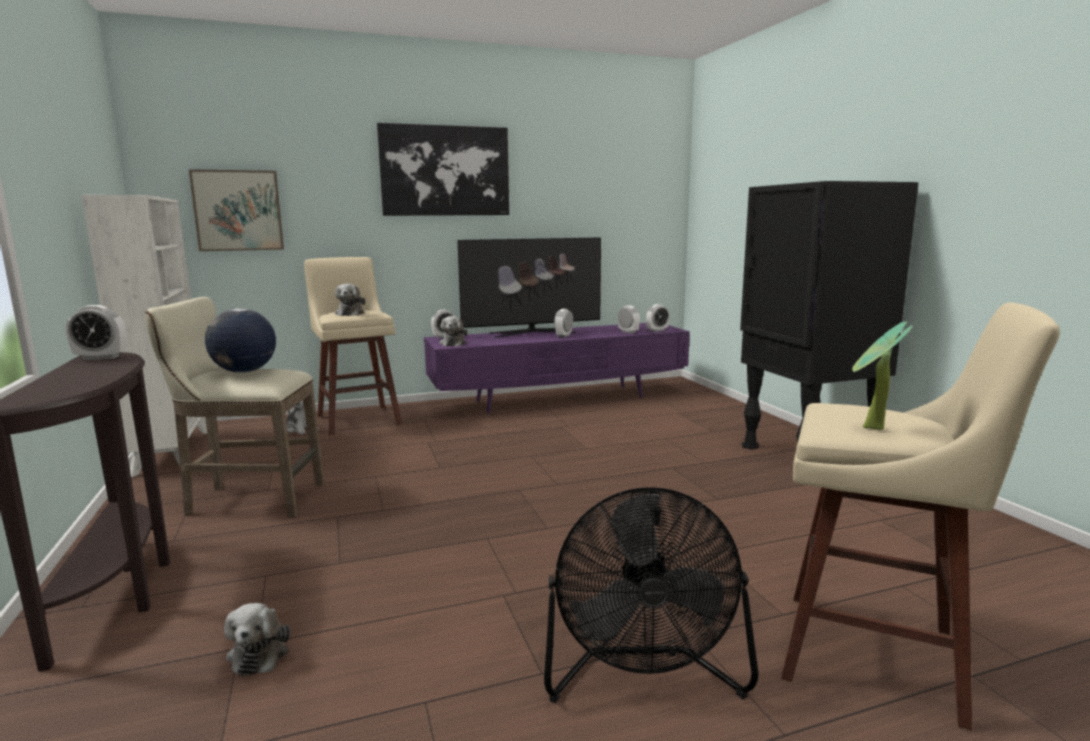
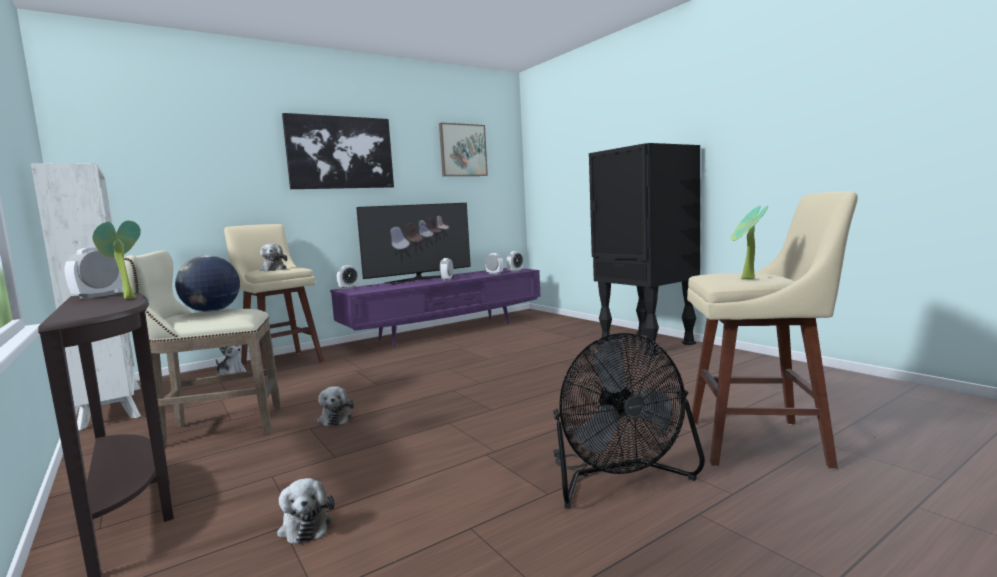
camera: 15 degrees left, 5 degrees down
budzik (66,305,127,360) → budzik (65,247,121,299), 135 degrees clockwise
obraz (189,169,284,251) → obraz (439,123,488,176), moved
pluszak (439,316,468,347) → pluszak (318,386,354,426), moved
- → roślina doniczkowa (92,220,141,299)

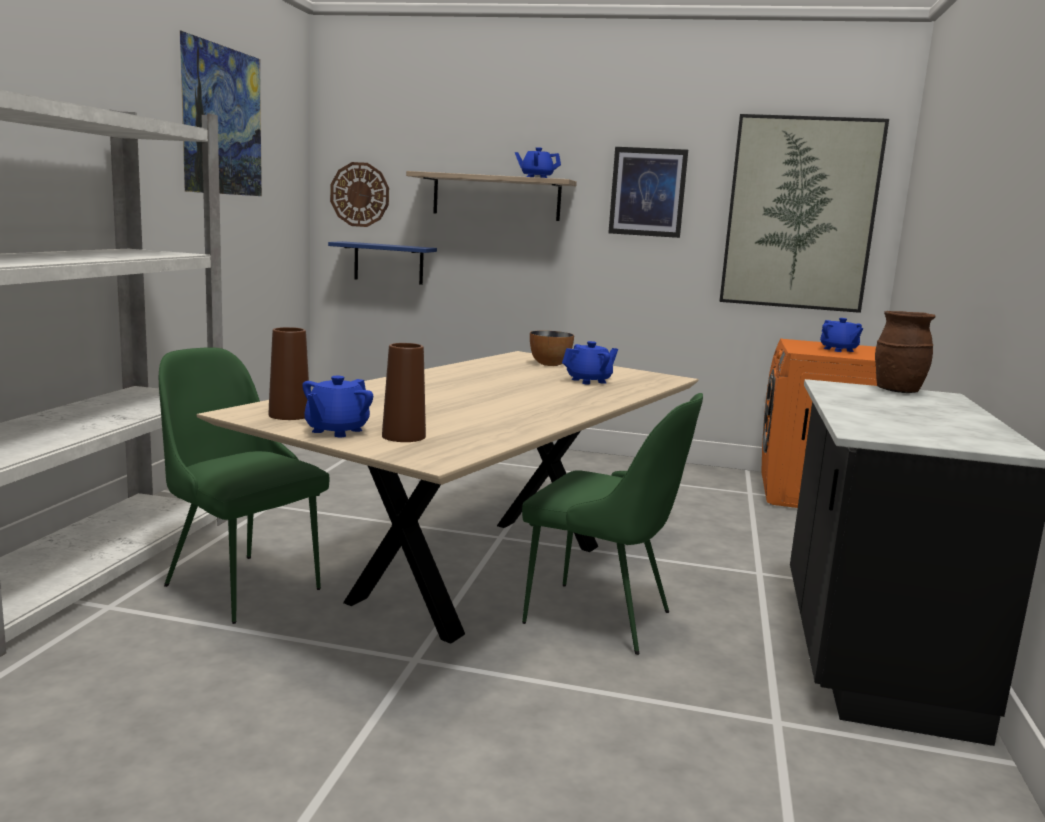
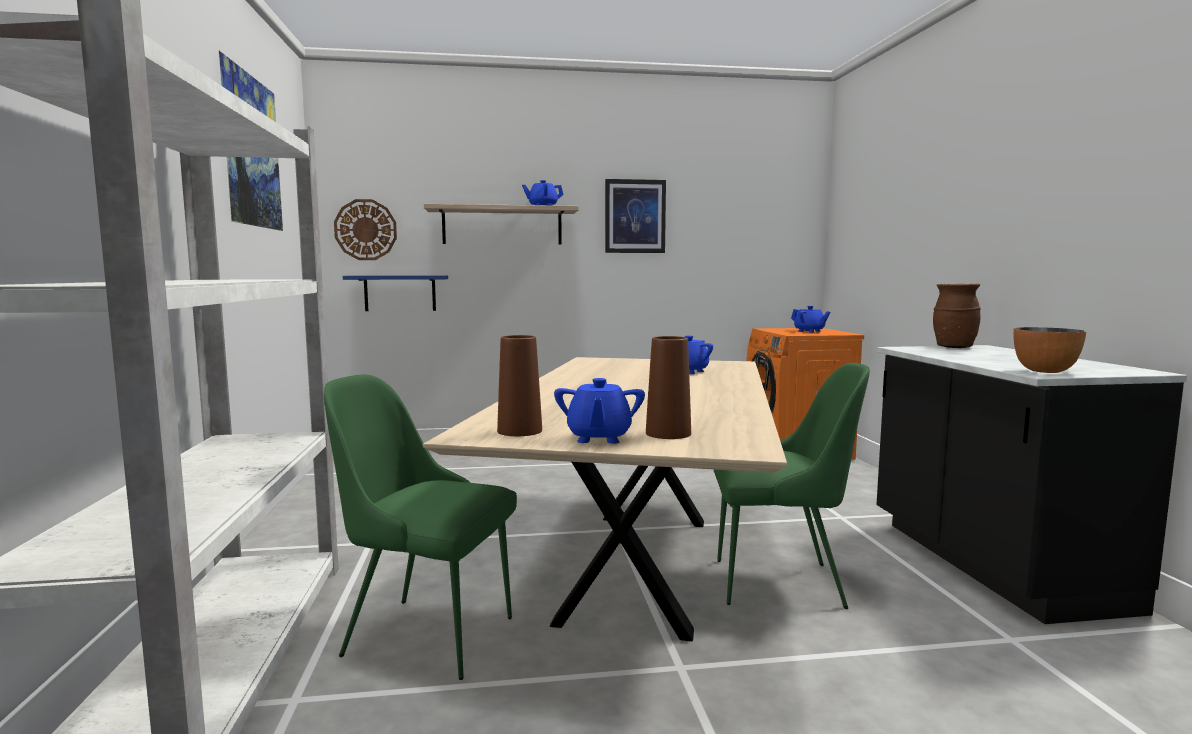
camera: 20 degrees left, 5 degrees down
miska (530,331,574,366) → miska (1014,327,1086,373), moved
obraz (719,114,889,313) → -

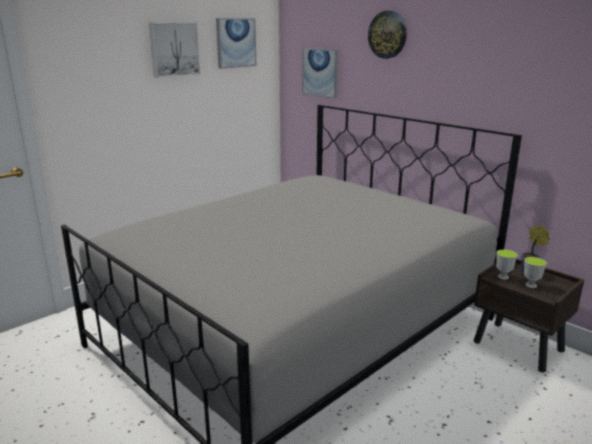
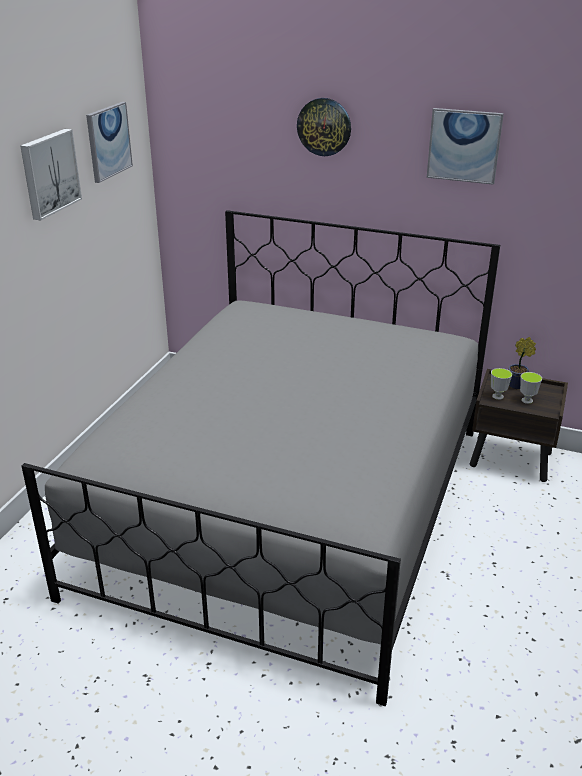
camera: 25 degrees left, 10 degrees up
obraz (302,48,339,99) → obraz (427,108,504,185), moved

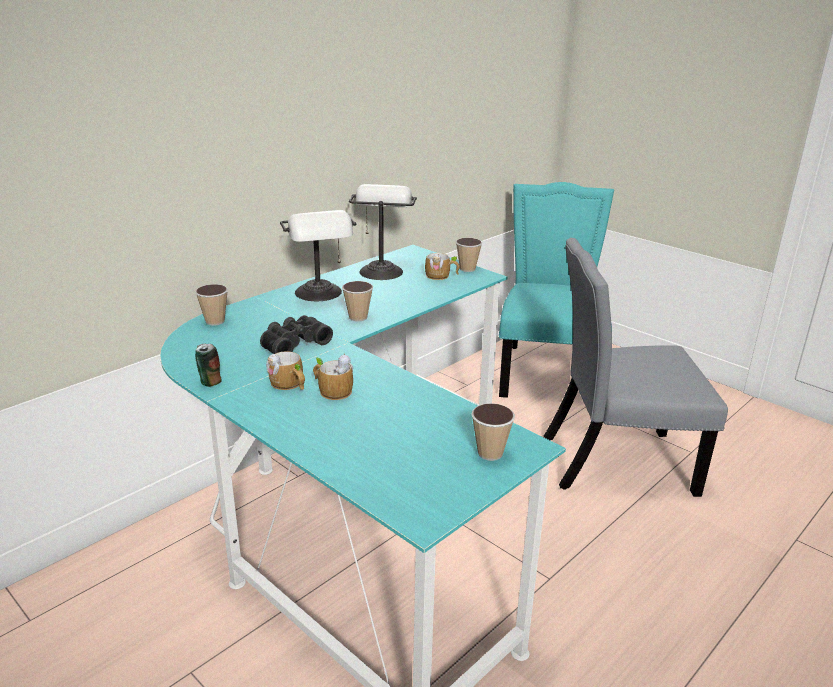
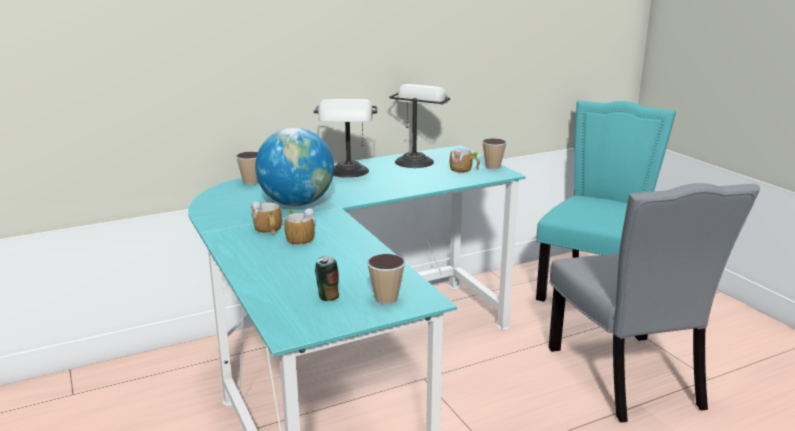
camera: 20 degrees right, 5 degrees down
puszka (195,344,222,387) → puszka (315,256,339,301), moved
lornetka/czarny (260,315,333,354) → globus (255,128,334,206)
filiżanka (342,281,373,322) → -
krzesło/szary (543,238,728,497) → krzesło/szary (549,183,760,423), 120 degrees counterclockwise

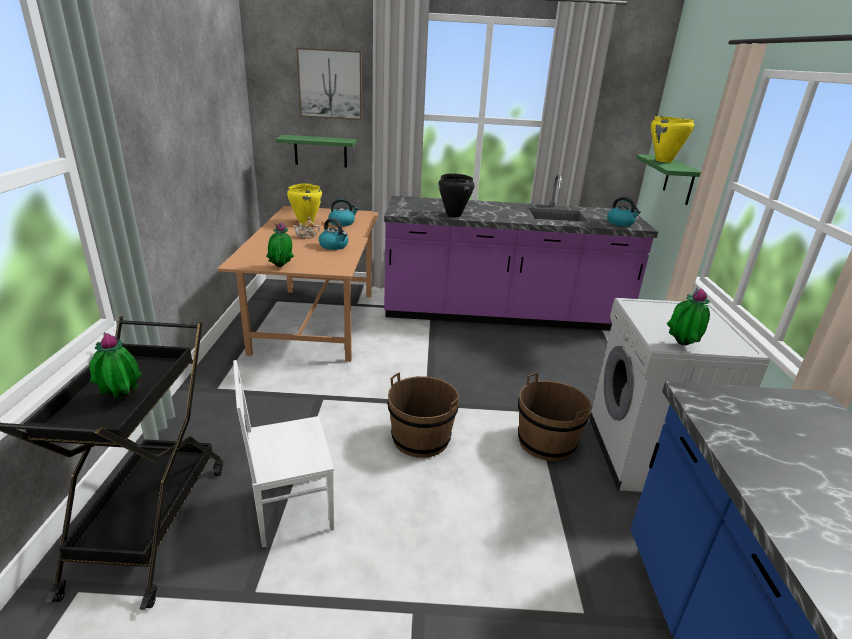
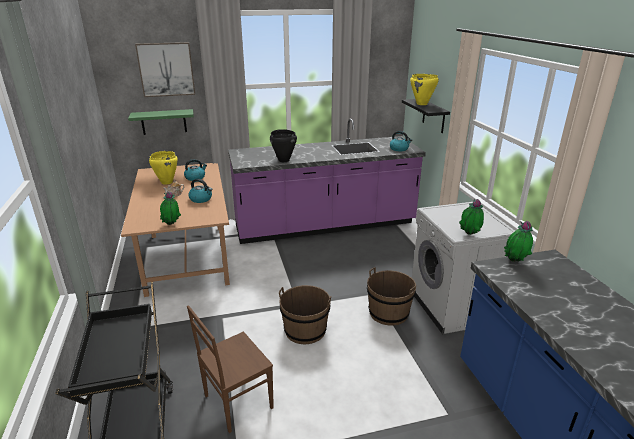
camera: 15 degrees left, 0 degrees up
roślina doniczkowa (89,332,142,398) → roślina doniczkowa (504,221,533,262), moved
krzesło/biały (233,360,334,548) → krzesło/brązowy (187,305,274,433)
półka/zielony (636,154,701,205) → półka/czarny (402,99,450,133)

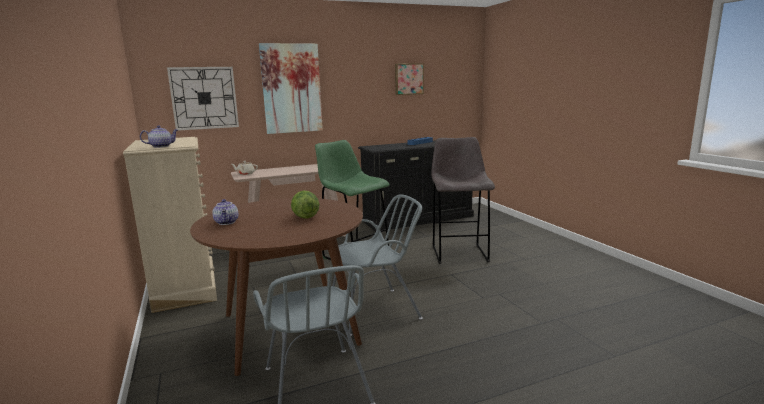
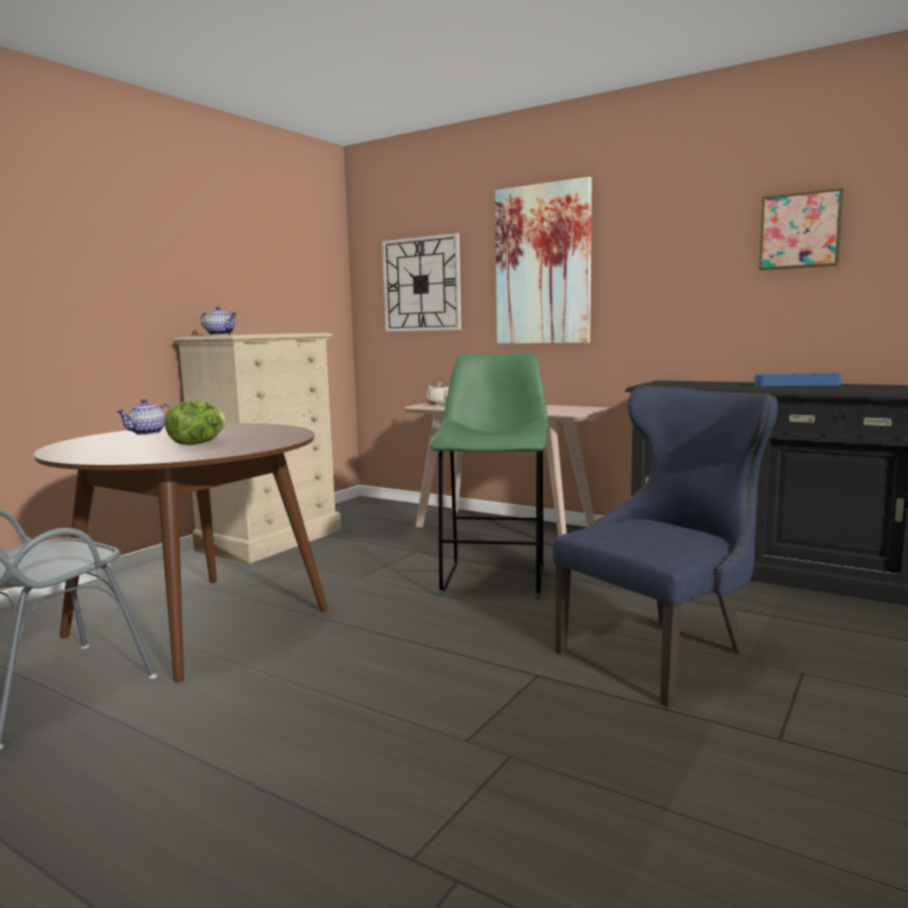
camera: 55 degrees right, 5 degrees down
krzesło/szary (332,194,423,336) → -
stołek/szary (431,137,495,264) → krzesło/niebieski (553,386,778,707)

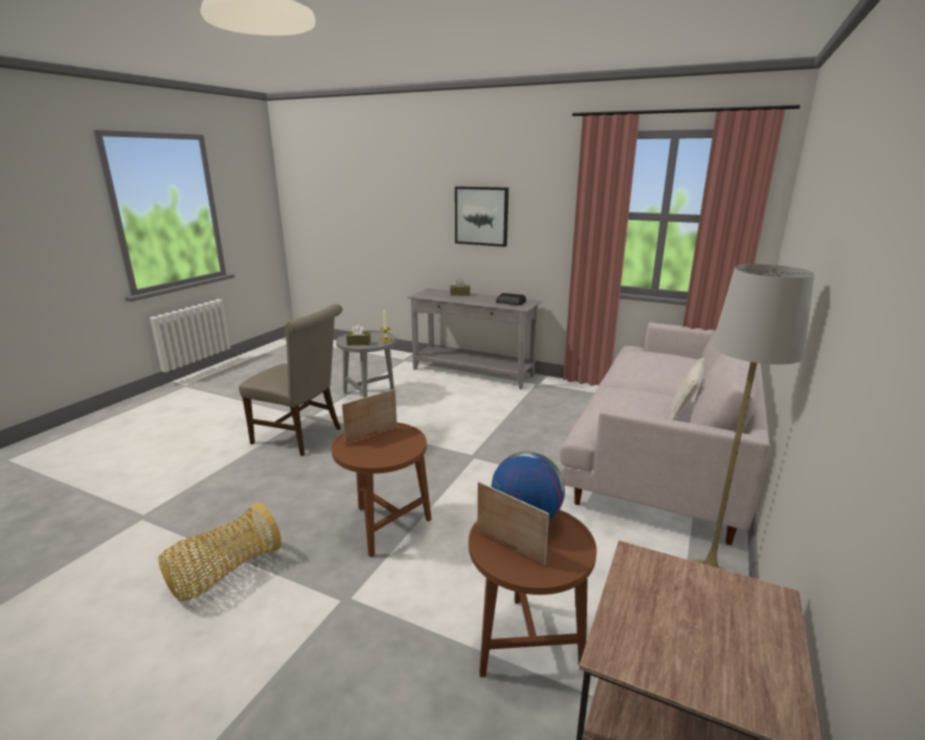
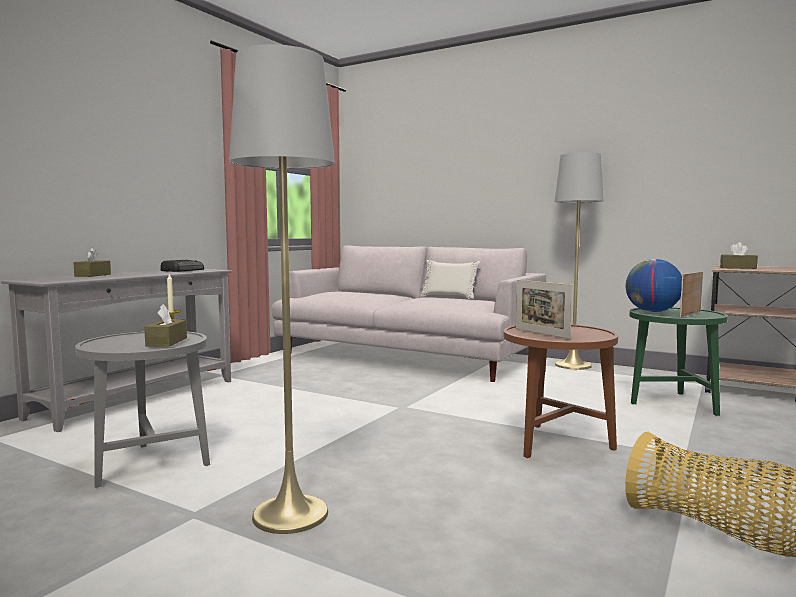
camera: 85 degrees left, 15 degrees down
krzesło/beżowy (239,304,343,456) → lampa stojąca/szary (229,44,335,534)
obraz (455,186,509,247) → -
stolik/brązowy (469,510,597,677) → stolik/zielony (629,307,728,416)
- → pudełko chusteczek/brązowy (720,242,758,269)

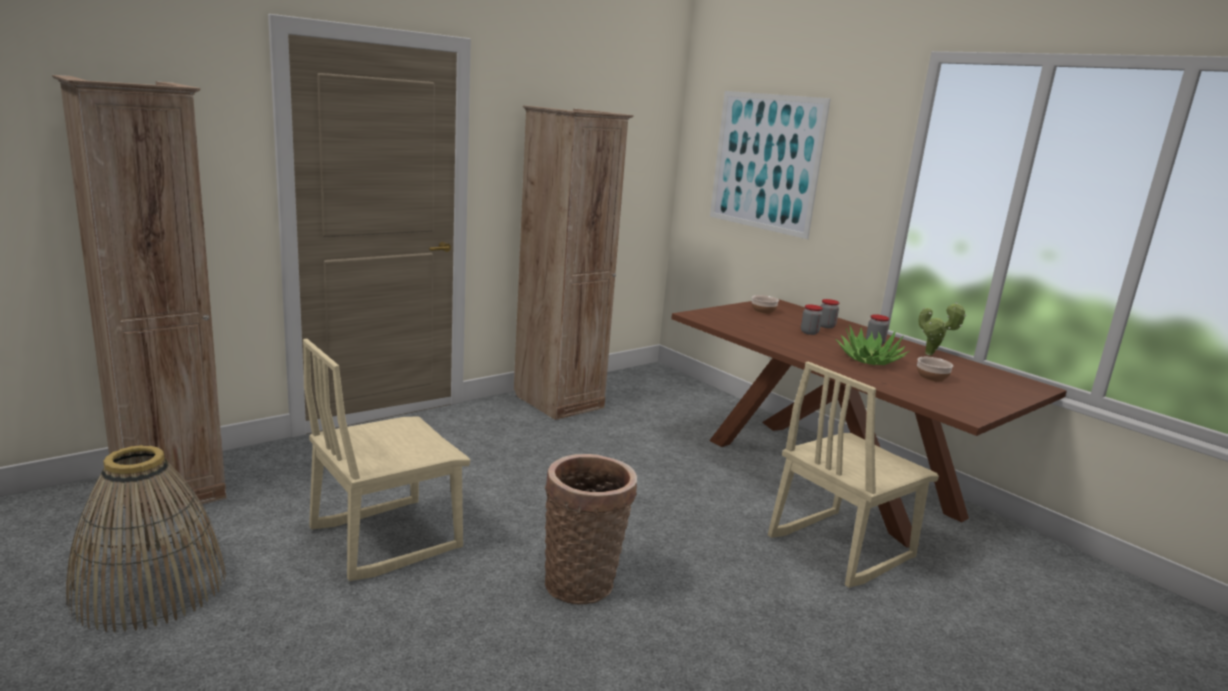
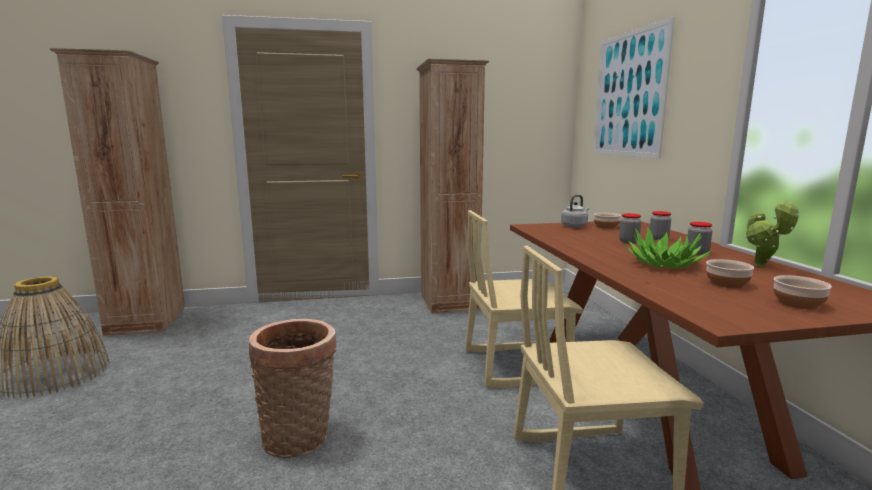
camera: 30 degrees right, 5 degrees down
krzesło/beżowy (303,338,470,581) → krzesło/beżowy (465,210,583,388), moved
- → czajnik/szary (561,195,589,228)
- → miska (774,275,832,309)

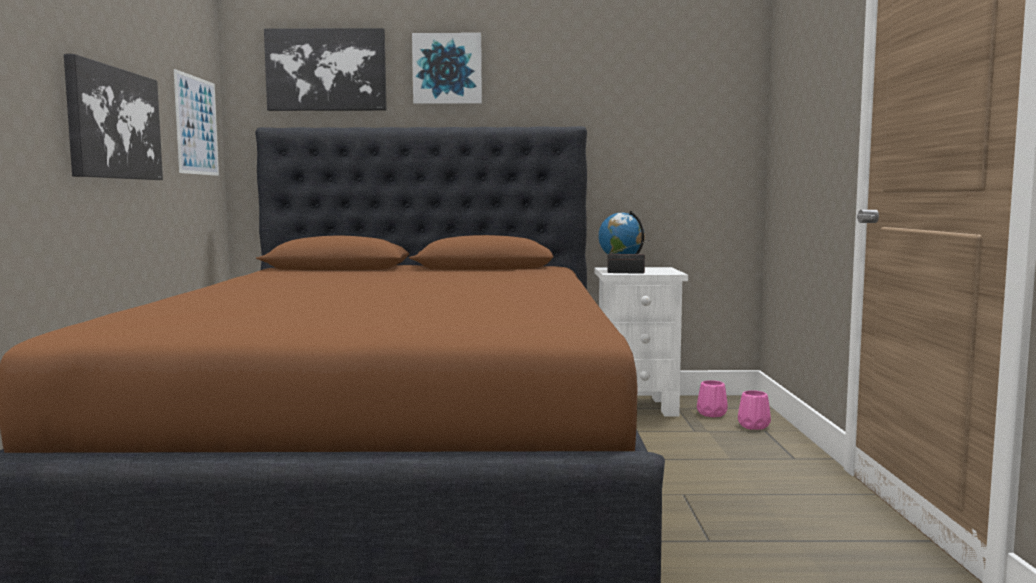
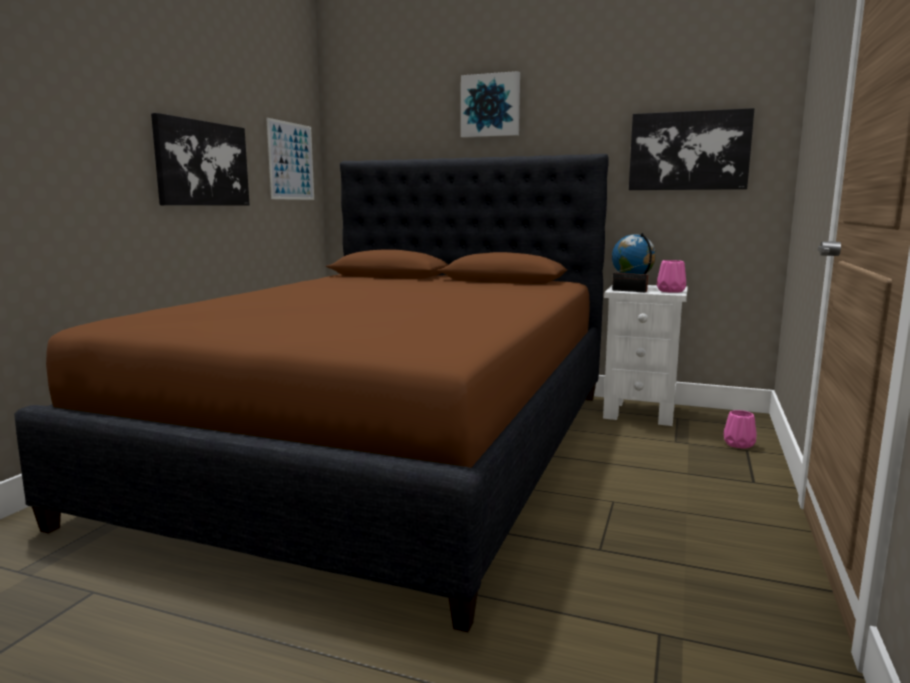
camera: 20 degrees right, 5 degrees up
obraz (264,28,387,111) → obraz (629,108,754,190), moved
wazon/różowy (697,380,728,417) → wazon/różowy (657,260,686,293), moved

